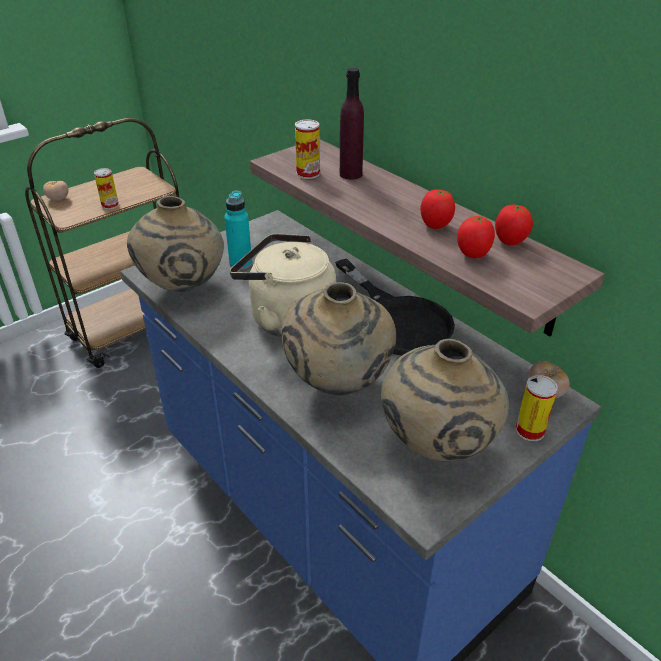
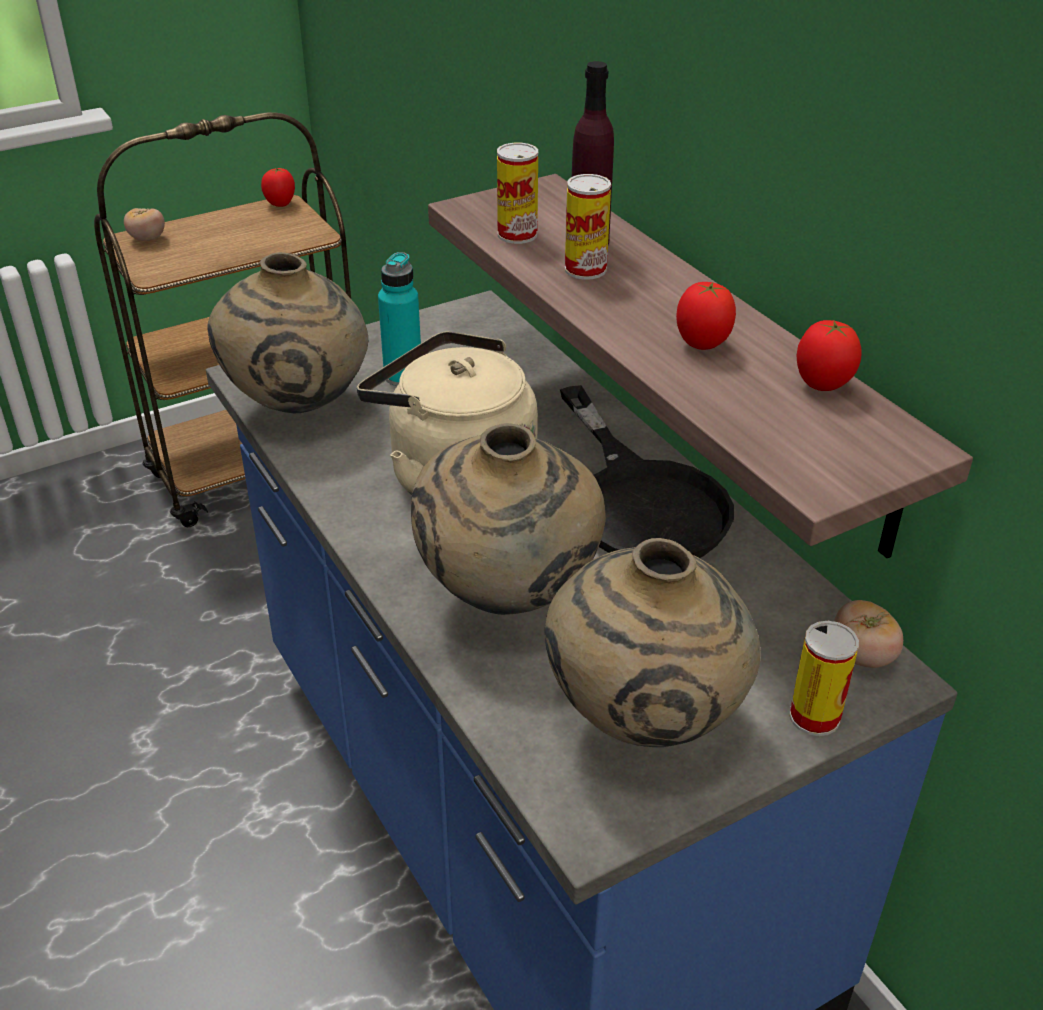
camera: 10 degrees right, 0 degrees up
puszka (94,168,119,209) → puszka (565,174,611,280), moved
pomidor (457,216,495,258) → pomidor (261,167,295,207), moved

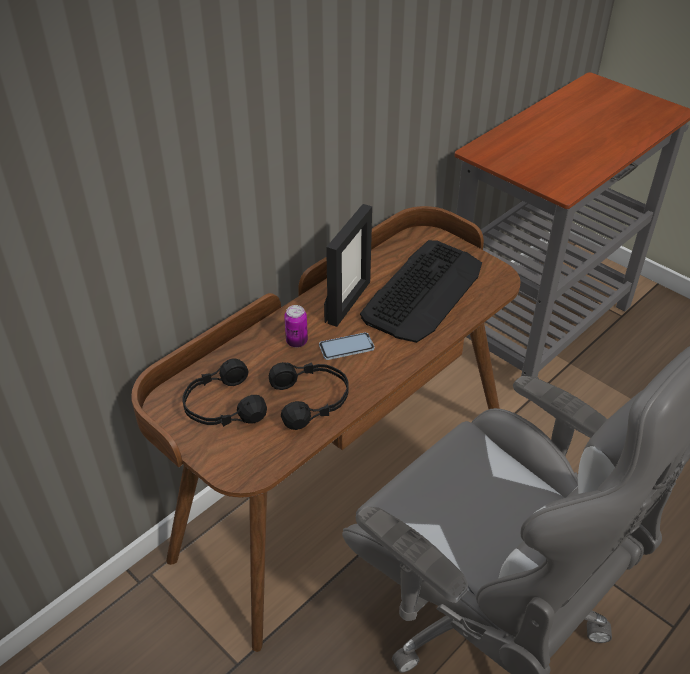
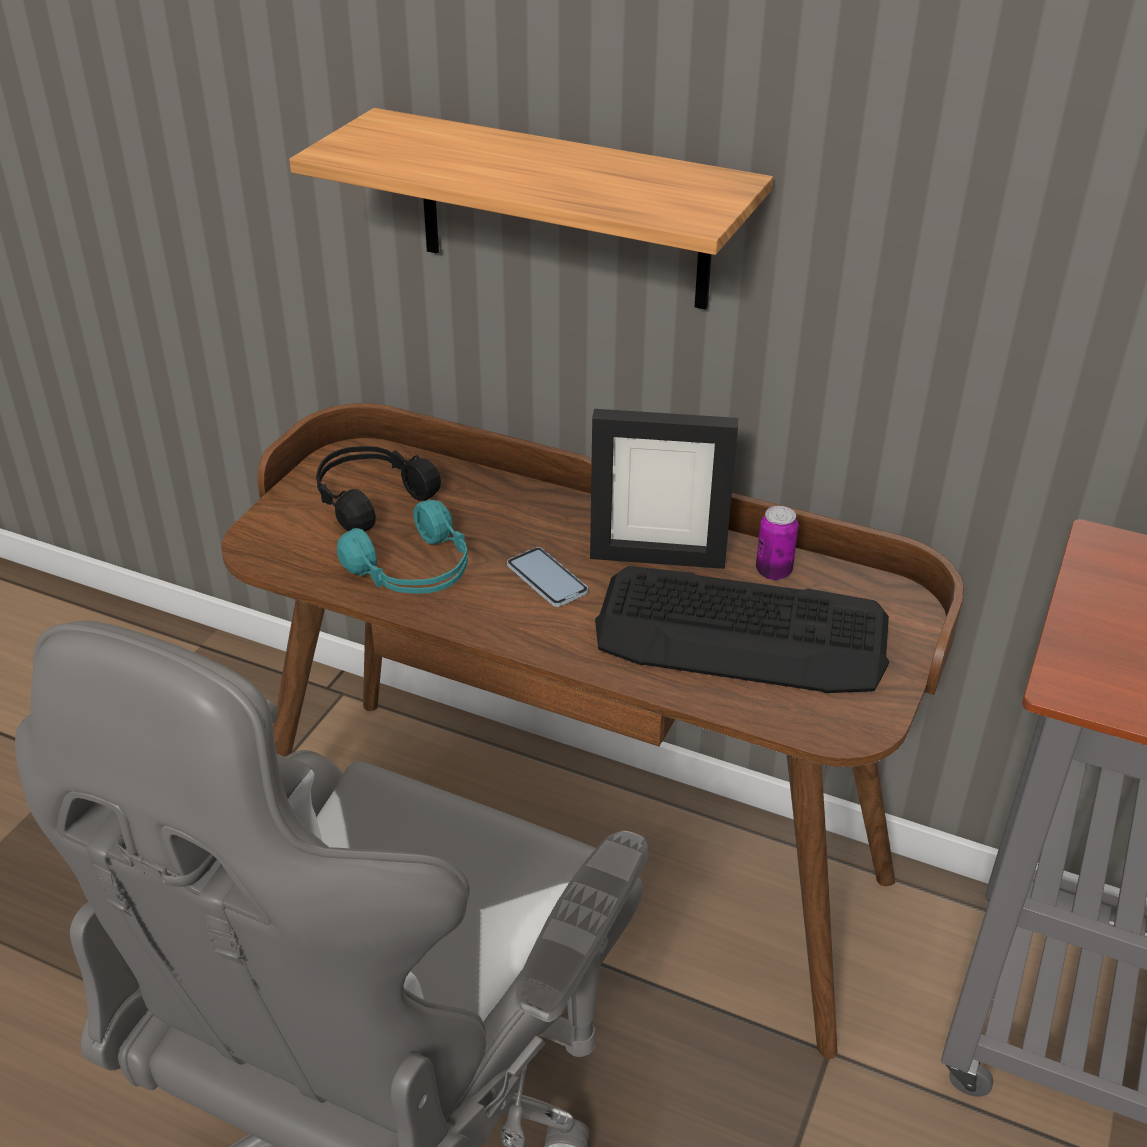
camera: 70 degrees right, 5 degrees down
słuchawki/czarny (269,362,349,430) → słuchawki/turkusowy (337,500,468,594)
puszka (284,305,308,348) → puszka (756,506,799,580), moved
- → półka (289,108,773,310)

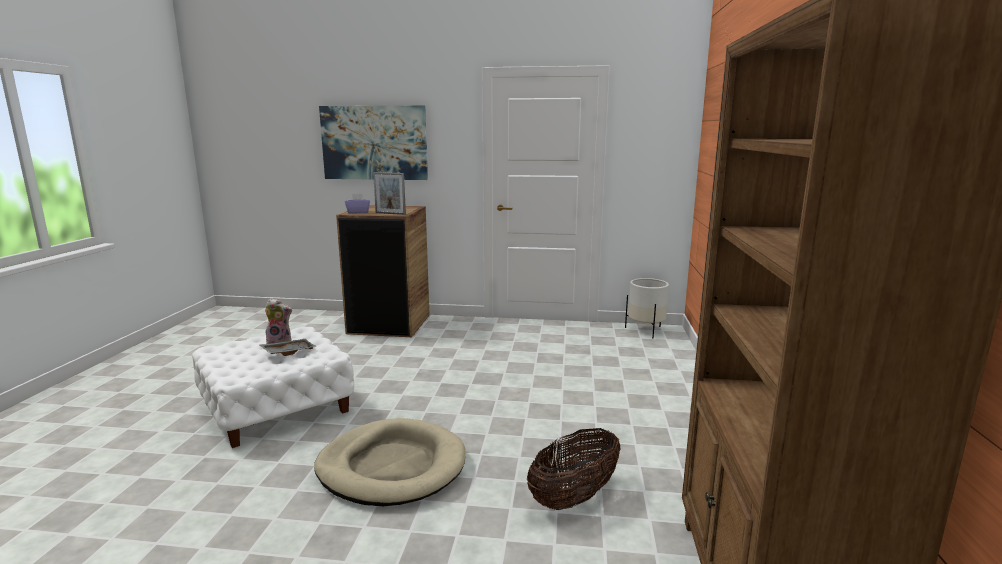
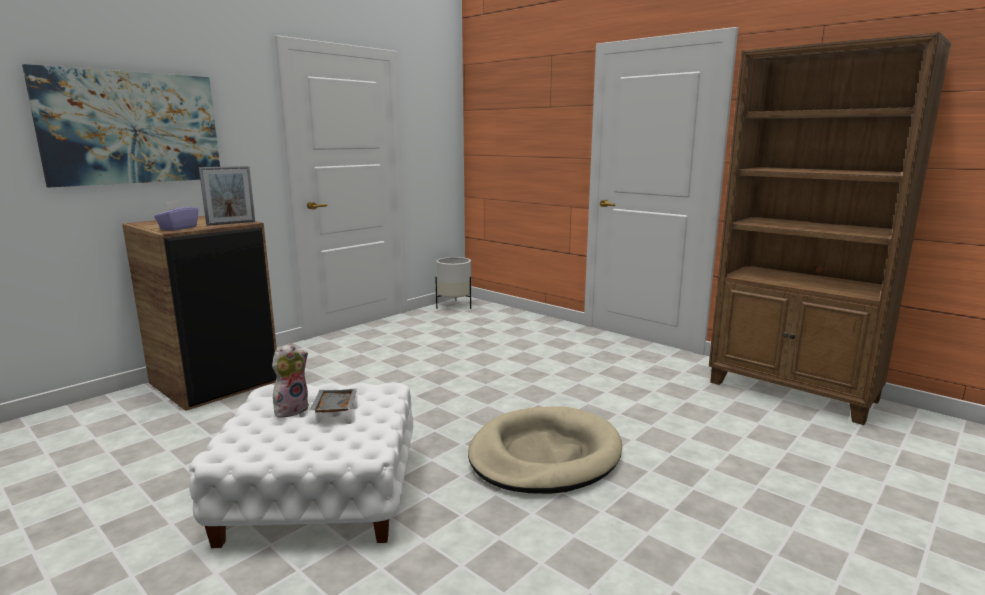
camera: 55 degrees left, 0 degrees up
koszyk (527,428,620,510) → -

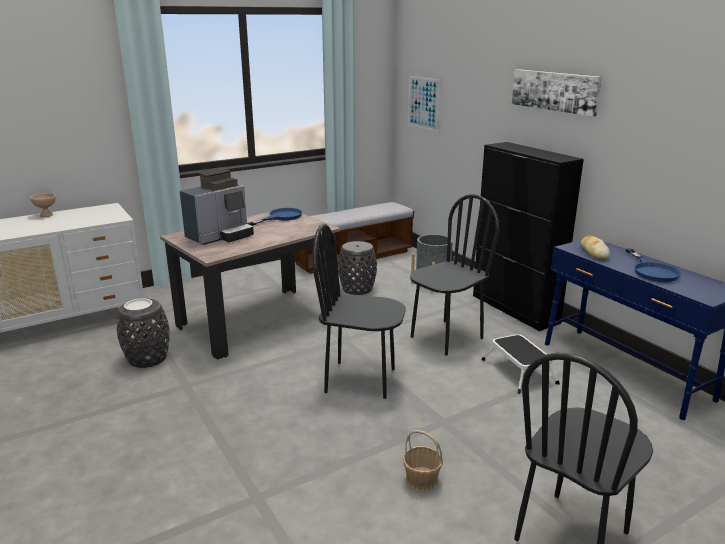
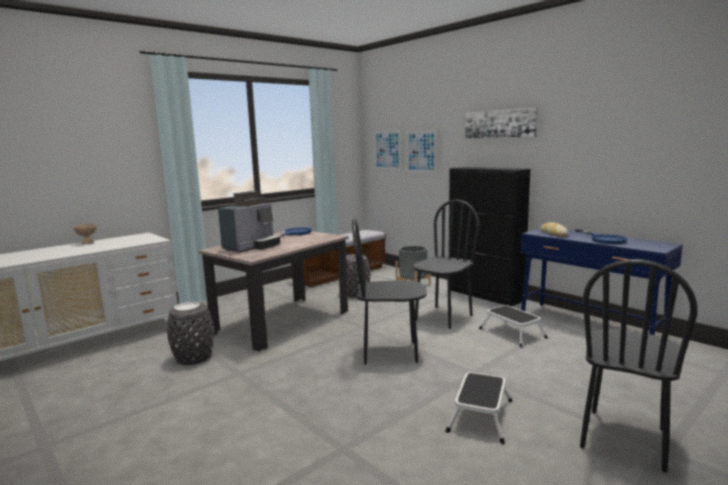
camera: 10 degrees left, 10 degrees down
koszyk (403,430,443,491) → drabinka/czarny (445,372,512,444)
- → obraz (406,131,437,173)

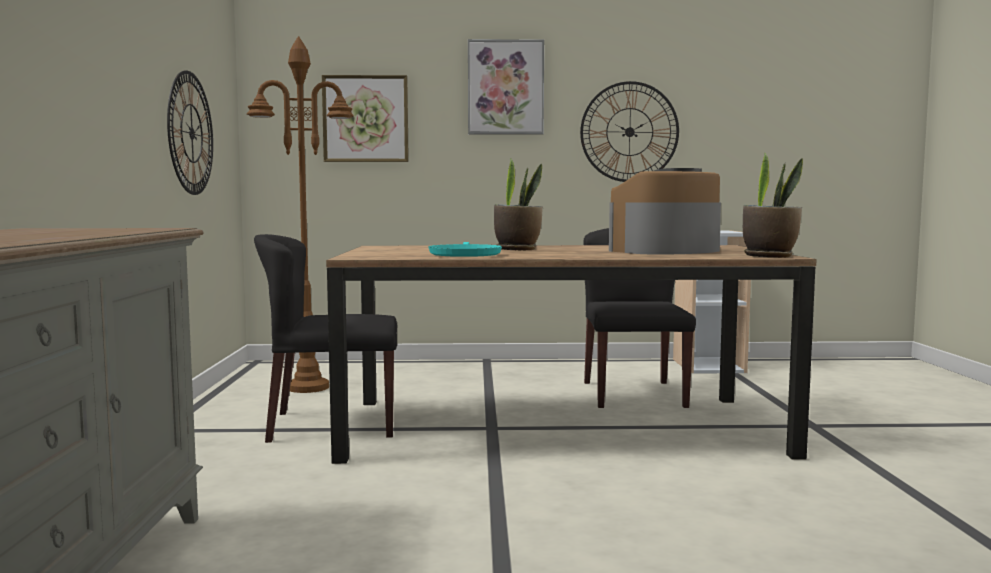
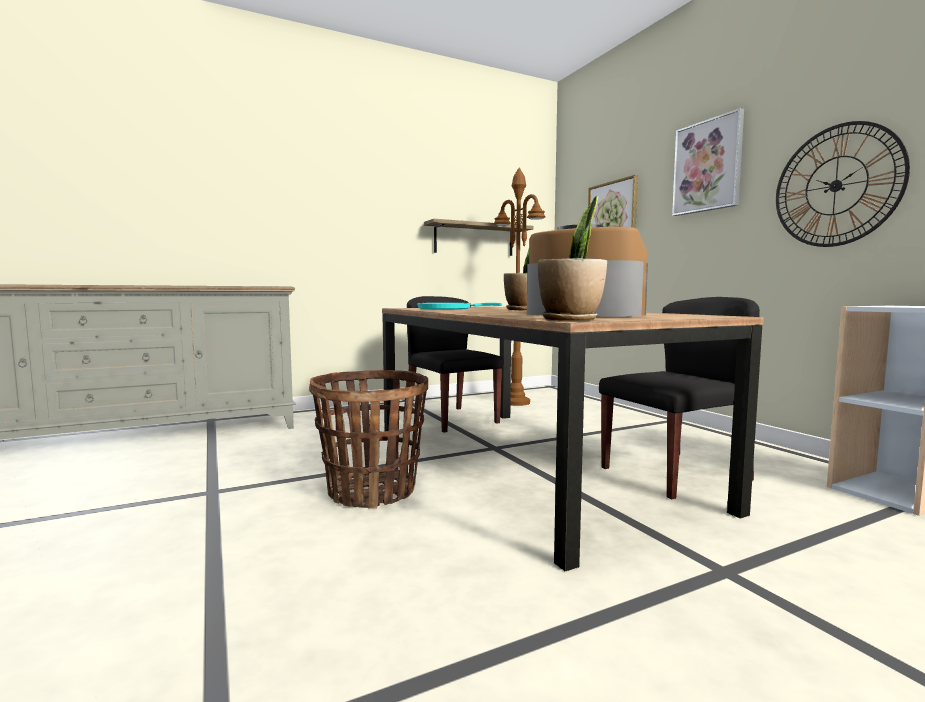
camera: 65 degrees right, 0 degrees up
zegar ścienny (167,71,213,195) → półka (424,219,534,256)
- → koszyk (309,370,428,509)

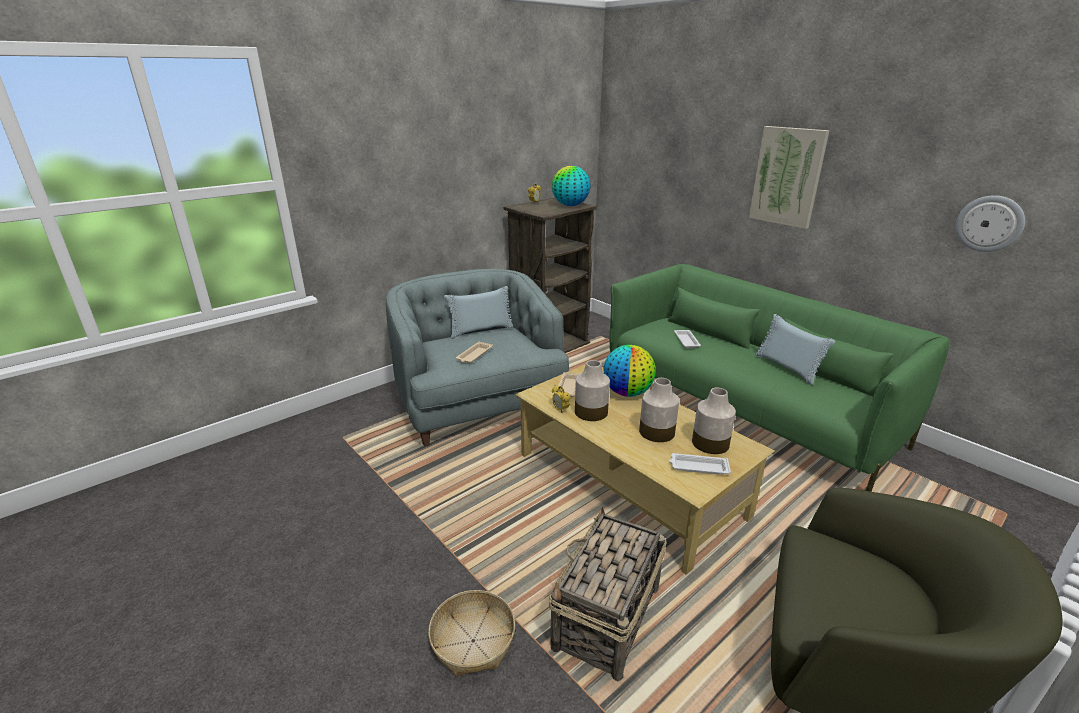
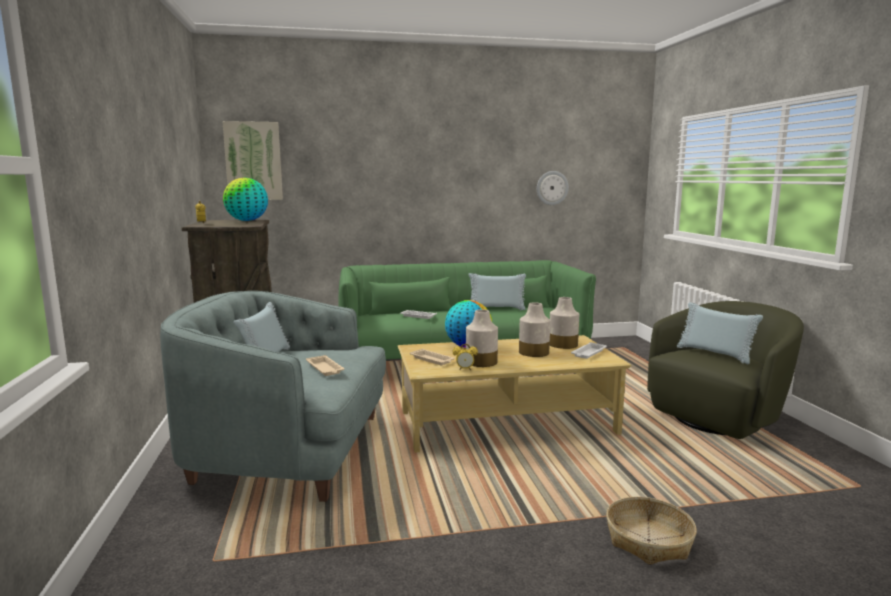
camera: 60 degrees left, 15 degrees down
koszyk (549,507,667,682) → -
obraz (749,126,830,229) → obraz (223,121,283,200), moved
- → poduszka/niebieski (677,302,763,364)

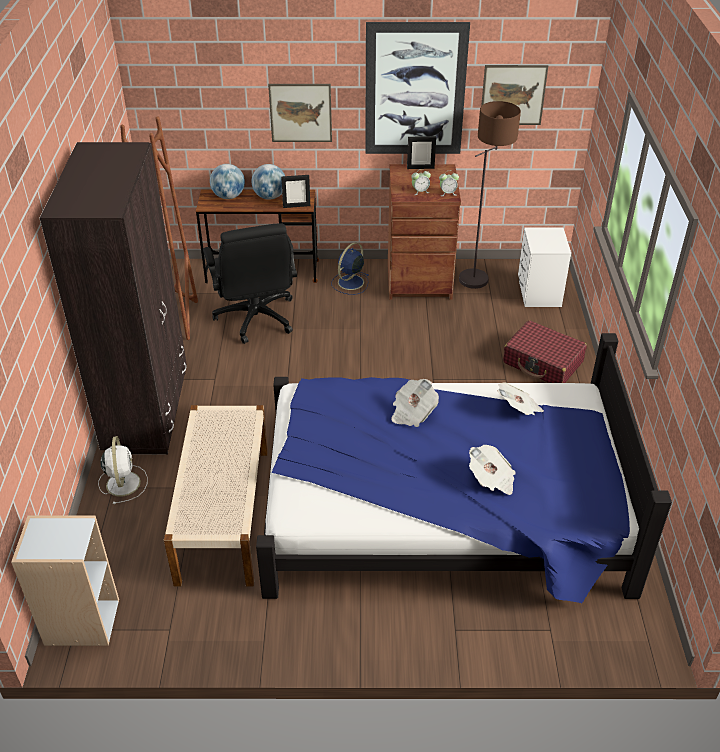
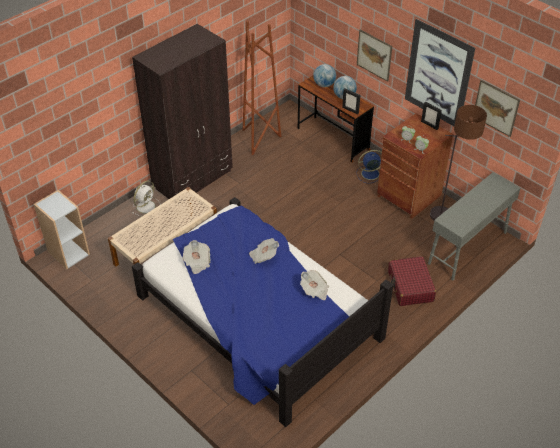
camera: 45 degrees right, 5 degrees up
krzesło biurowe/czarny (203,223,297,344) → -
gazeta (469,445,516,495) → gazeta (183,240,210,274), moved
szafka nocna/biały (518,227,571,307) → stolik konsolowy/szary (428,172,521,280)

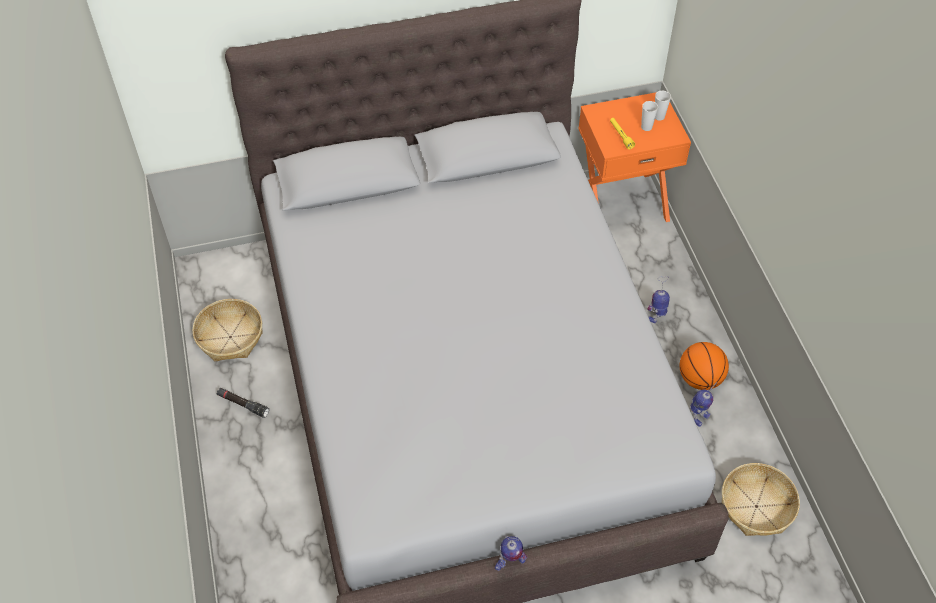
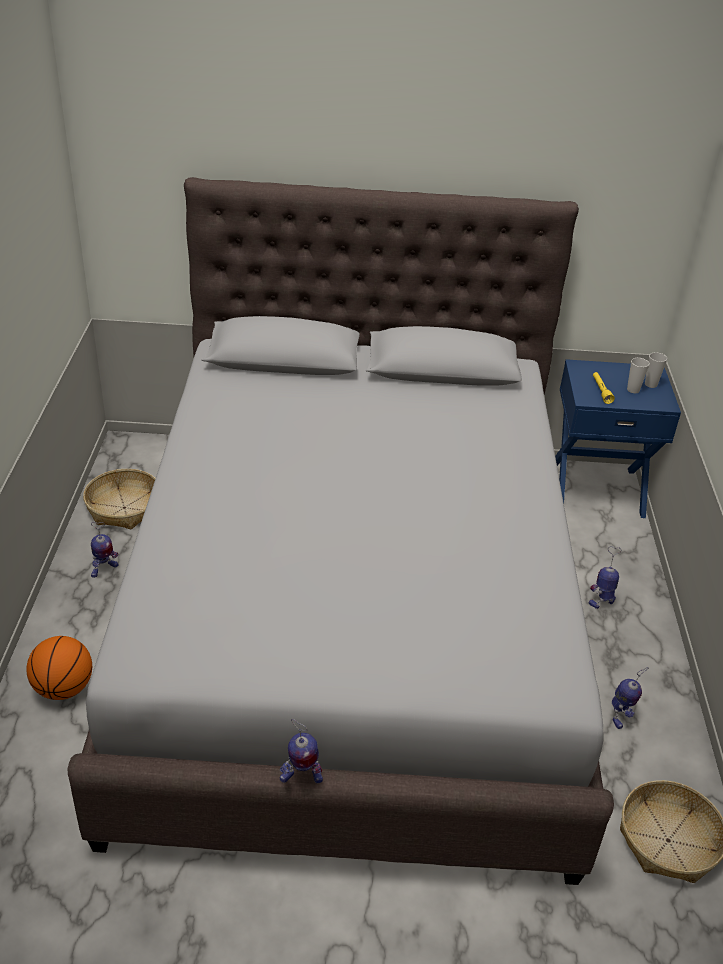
camera: 15 degrees right, 15 degrees down
latarka/czarny (217,388,269,418) → robot zabawkowy (91,522,119,578)
szafka nocna/pomarańczowy (578,92,691,222) → szafka nocna/niebieski (555,359,681,518)
piłka do koszykówki (680,342,729,390) → piłka do koszykówki (26,636,92,700), moved

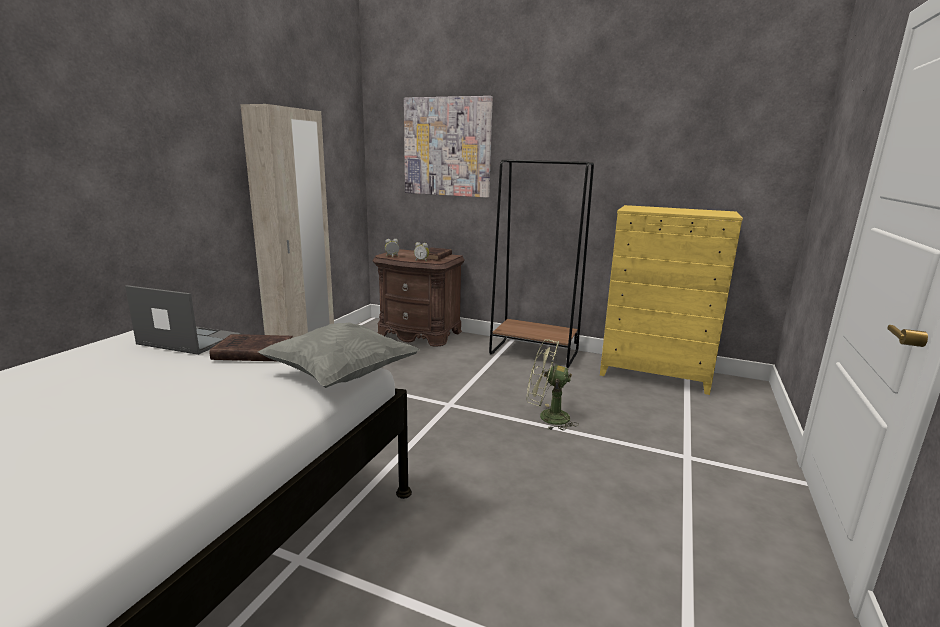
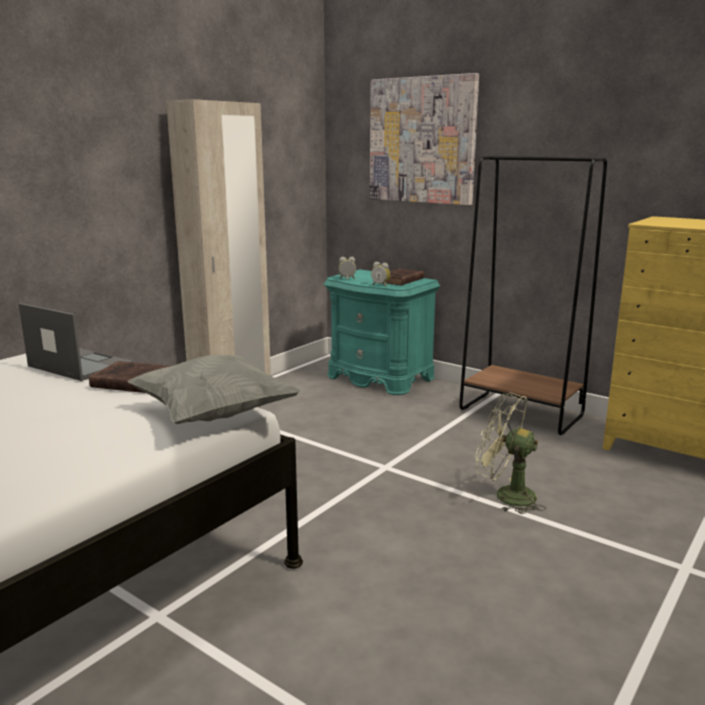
camera: 15 degrees right, 0 degrees up
szafka nocna/brązowy (372,249,465,347) → szafka nocna/turkusowy (324,269,440,395)

